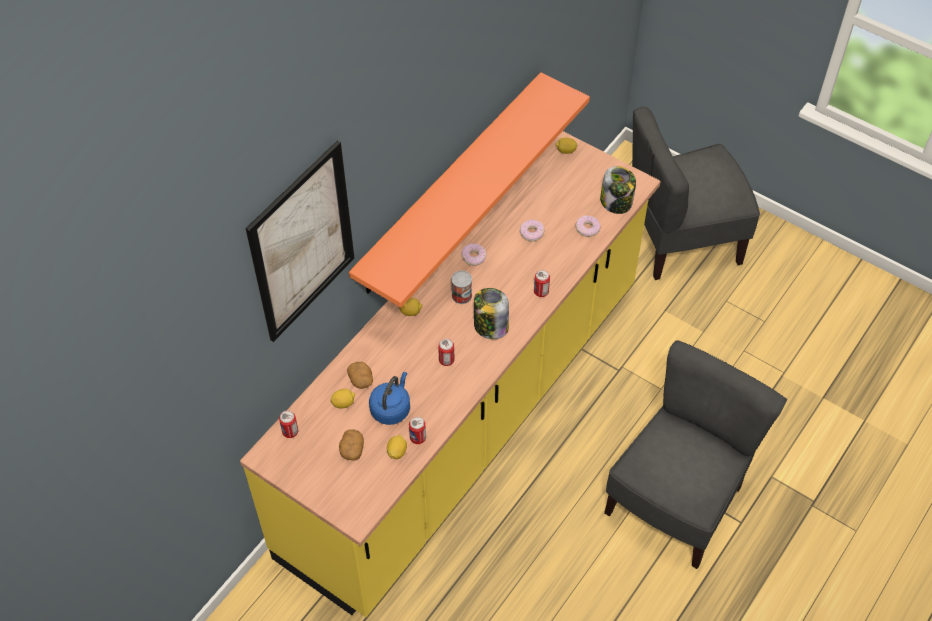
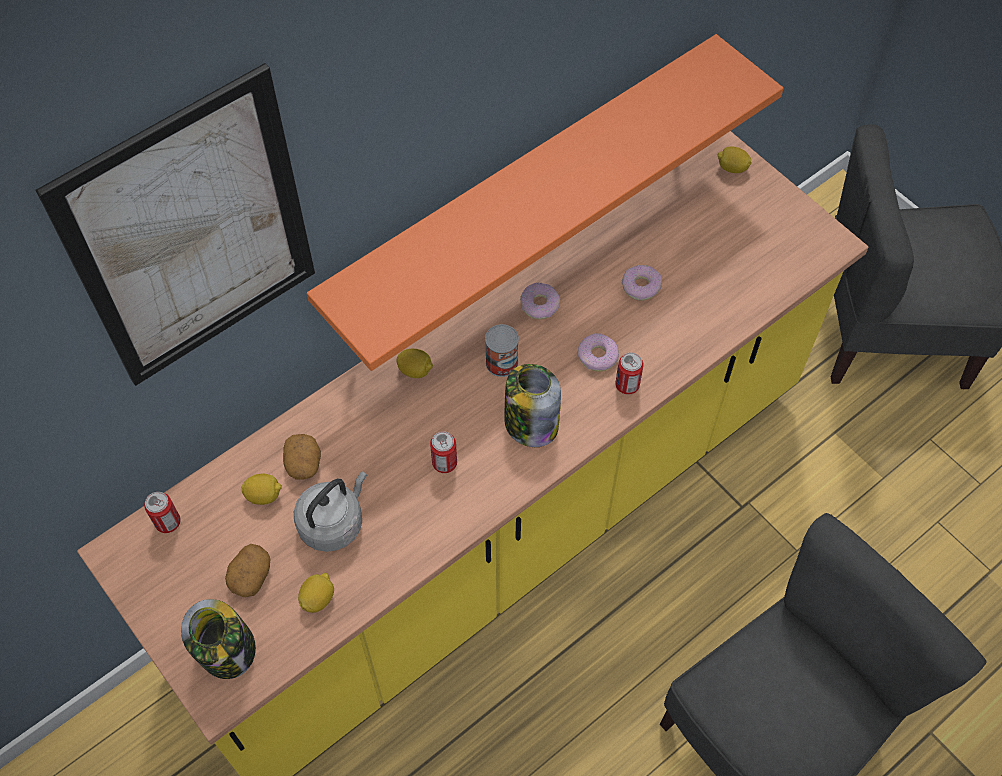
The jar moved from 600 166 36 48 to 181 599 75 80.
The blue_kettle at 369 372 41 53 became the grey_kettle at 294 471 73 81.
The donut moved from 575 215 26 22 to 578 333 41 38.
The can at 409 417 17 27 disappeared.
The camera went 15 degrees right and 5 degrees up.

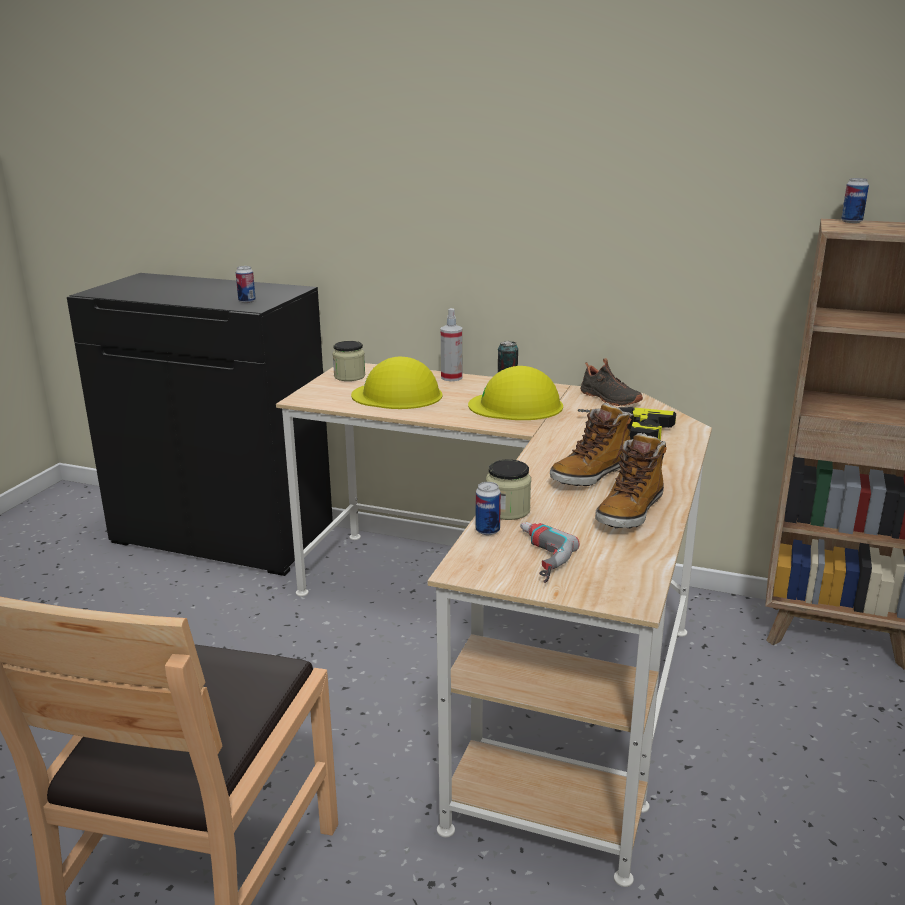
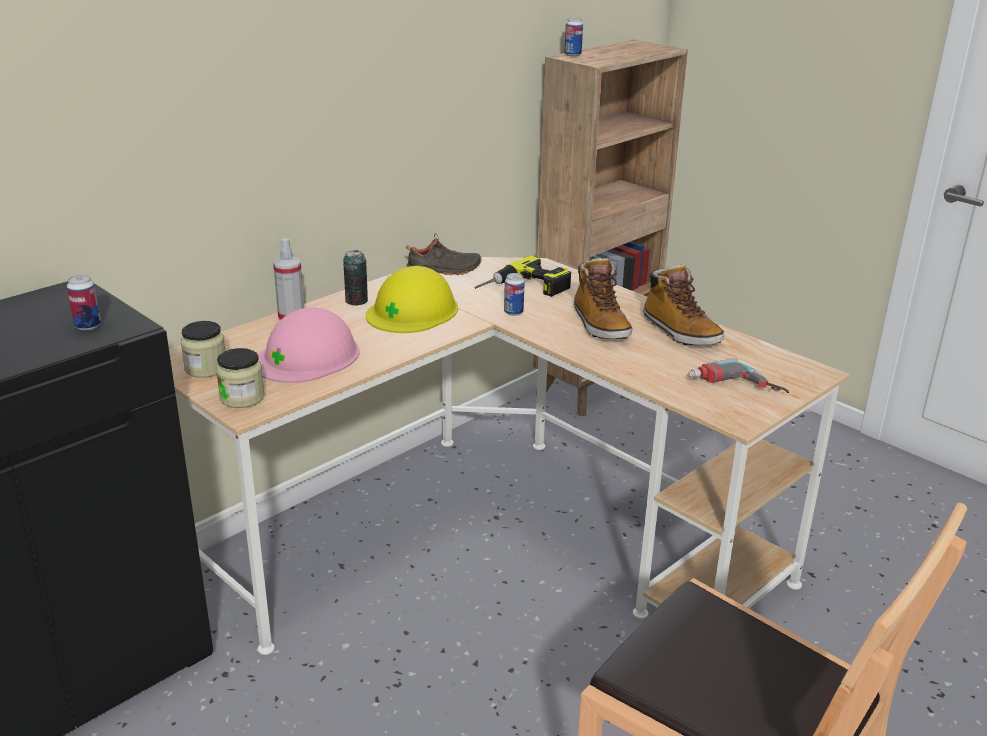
The jar moved from 486 459 45 61 to 216 348 49 60.
The yellow_hard_hat at 351 356 91 53 became the pink_hard_hat at 258 307 102 76.
The can moved from 476 482 25 53 to 504 273 21 43.
The camera went 65 degrees left and 5 degrees up.

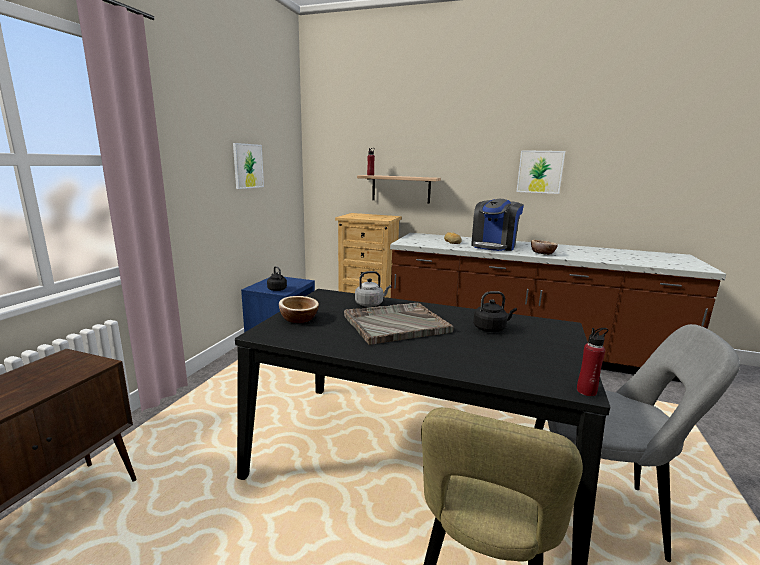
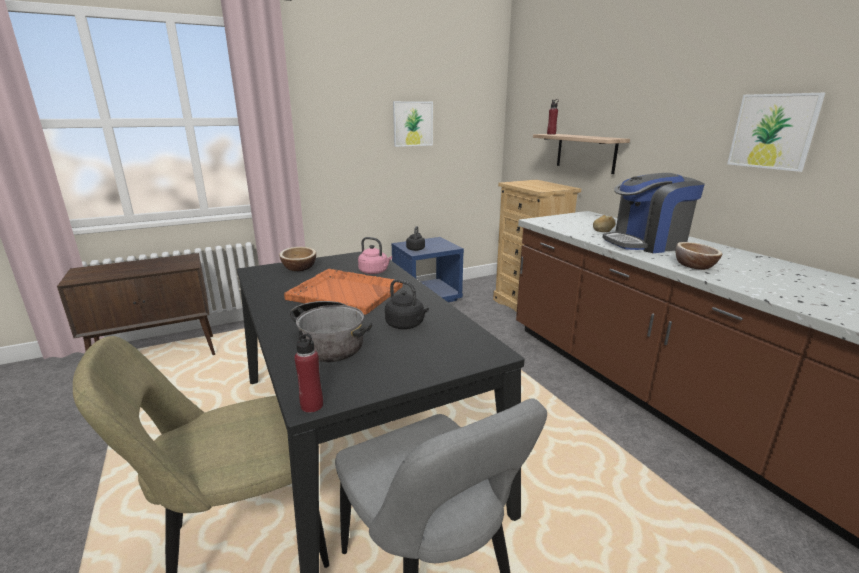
The grey_tray at 344 303 110 42 became the orange_tray at 284 269 119 46.
The cooking_pot at 290 301 82 61 appeared.
The grey_kettle at 355 271 36 36 became the pink_kettle at 358 237 34 37.
The camera went 45 degrees right and 5 degrees up.

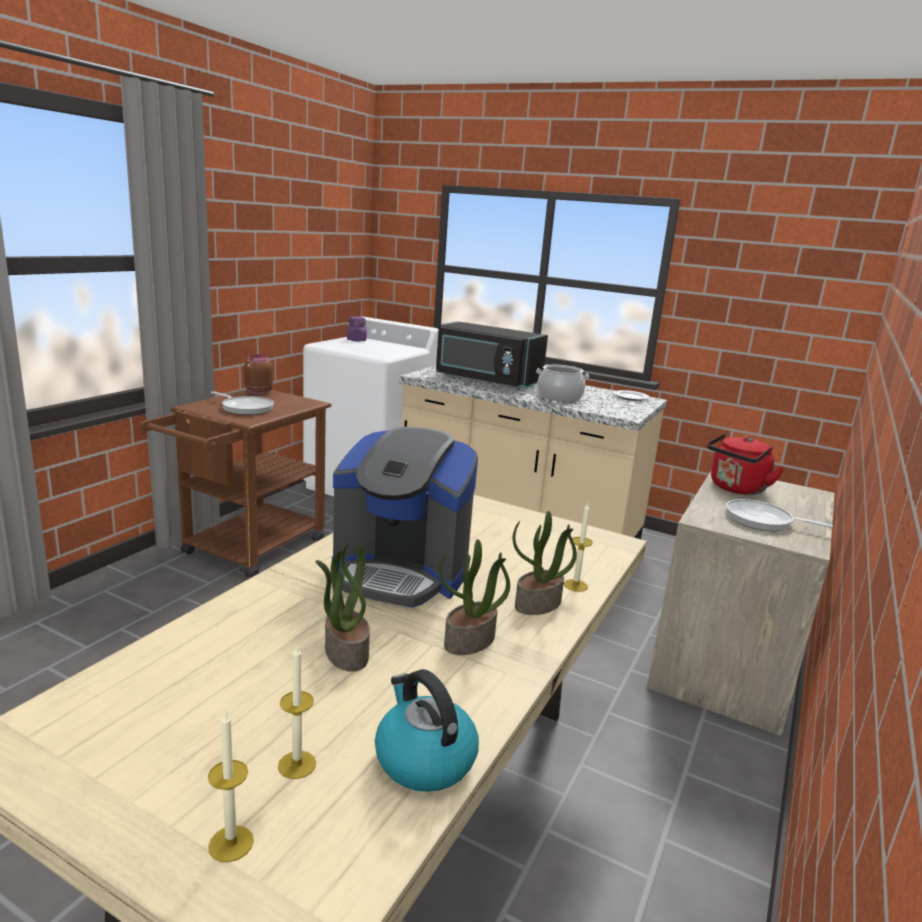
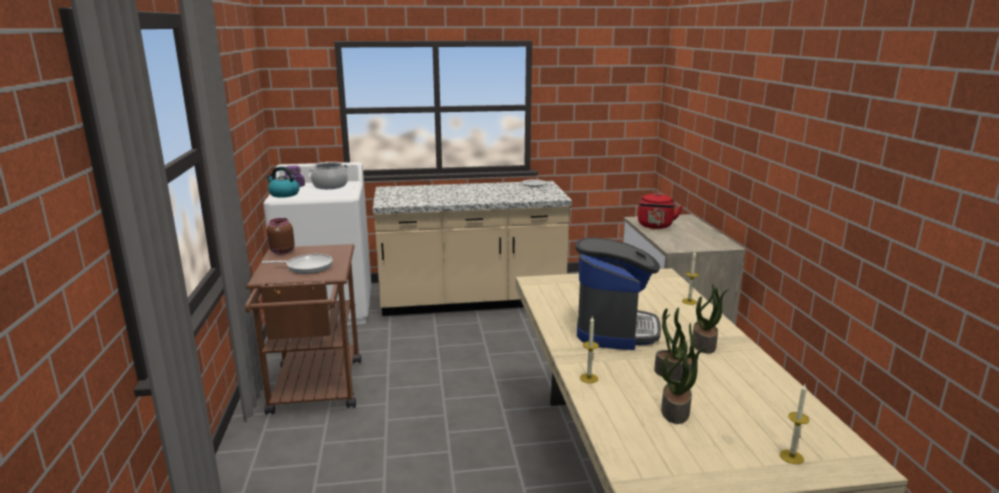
The kettle moved from 375 669 104 123 to 266 166 33 32.
The cooking_pot moved from 536 365 53 37 to 308 162 41 27.
The coffee_machine at 332 427 146 181 turned 60 degrees counterclockwise.
The candle moved from 278 644 38 135 to 580 316 19 67.
The potted_plant moved from 513 511 64 104 to 661 340 46 84.
The black_microwave at 436 321 112 68 disappeared.
The frying_pan at 726 499 107 32 disappeared.
The camera went 35 degrees left and 0 degrees up.

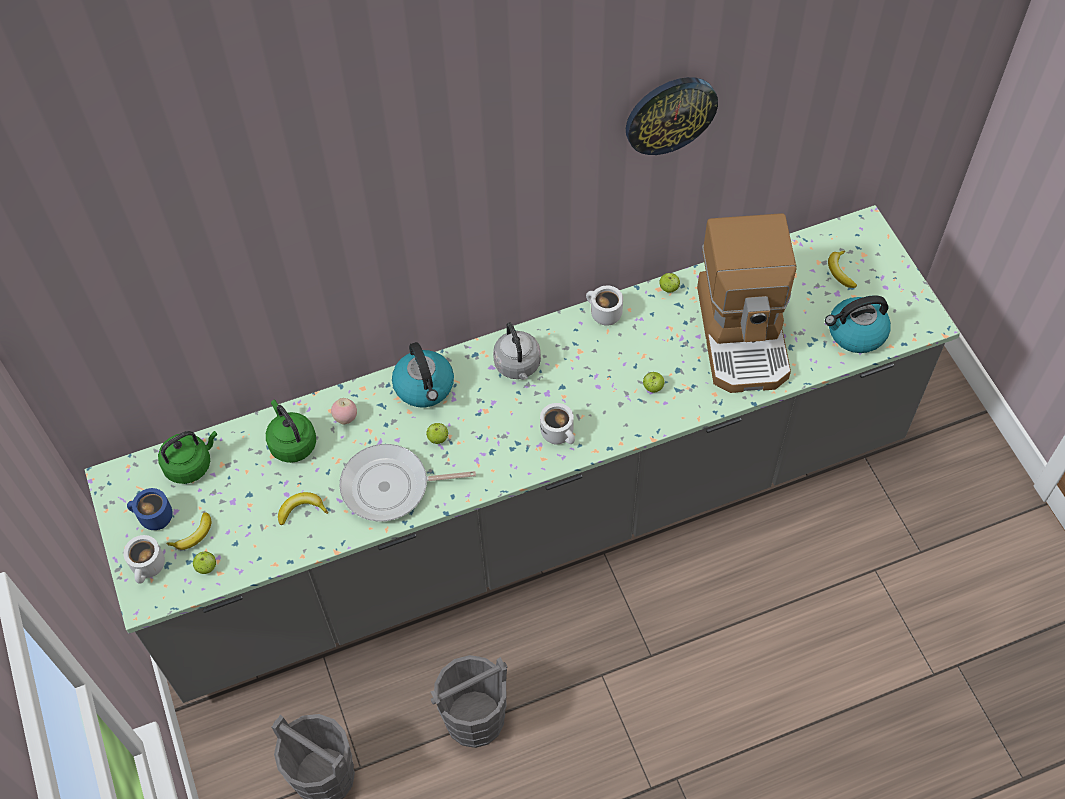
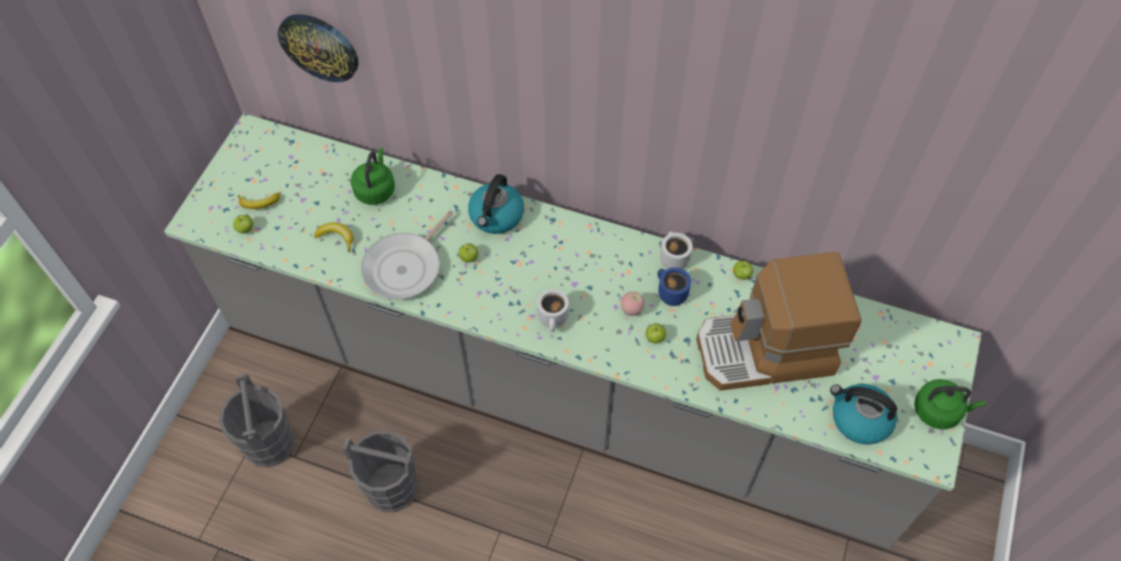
The wall_clock moved from 626 77 92 78 to 278 14 80 68.
The frying_pan at 339 444 137 78 turned 90 degrees counterclockwise.
The apple moved from 331 398 26 27 to 621 292 24 24.
The blue_mug moved from 127 488 46 42 to 657 267 34 39.
The coffee_machine at 697 213 99 180 turned 45 degrees clockwise.
The green_kettle moved from 158 431 60 53 to 915 379 71 51.
The white_mug at 123 535 42 49 disappeared.
The grey_kettle at 493 322 48 58 disappeared.
The banana at 828 251 29 37 disappeared.
The camera went 40 degrees right and 0 degrees up.

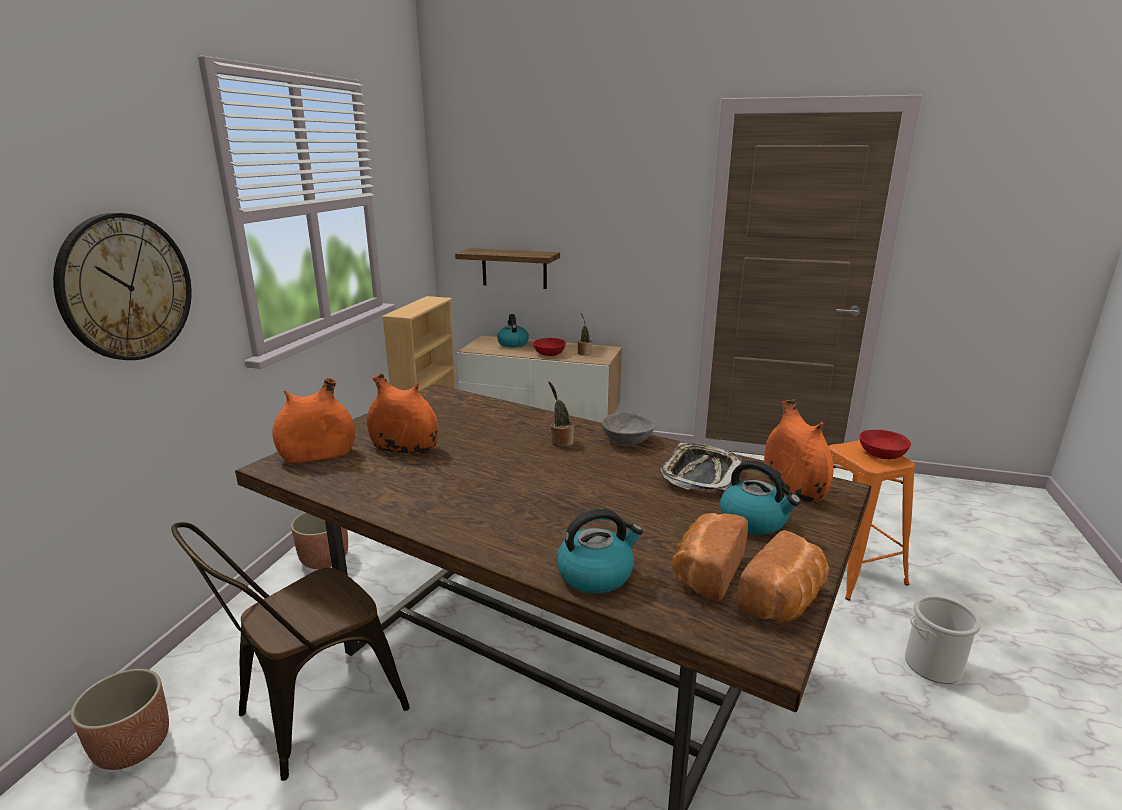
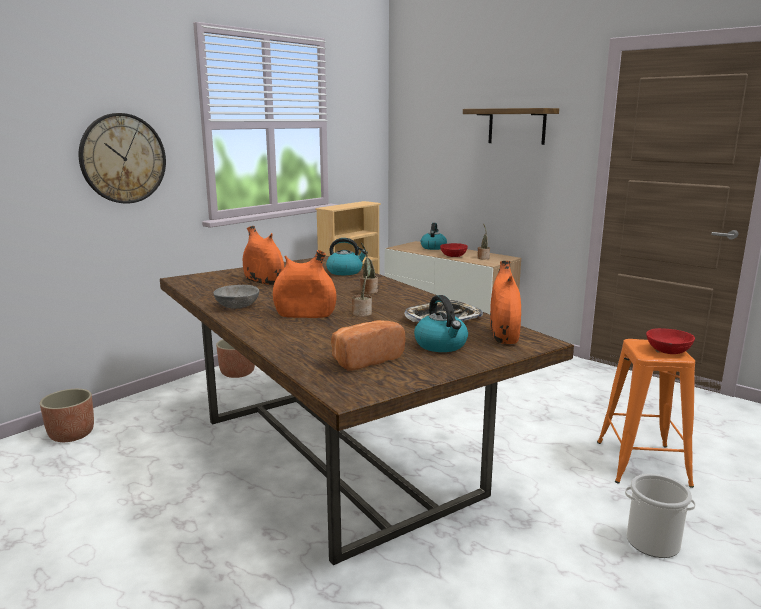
The grey_bowl moved from 602 412 53 33 to 213 285 46 23.
The orange_vase moved from 272 378 83 85 to 273 250 63 68.
The kettle moved from 557 509 86 85 to 326 238 42 37.
The potted_plant at 352 258 20 59 appeared.
The shelf moved from 455 248 105 41 to 463 108 96 37.
The brown_chair at 171 522 239 259 disappeared.
The bread at 737 530 92 92 disappeared.
The camera went 25 degrees right and 5 degrees down.

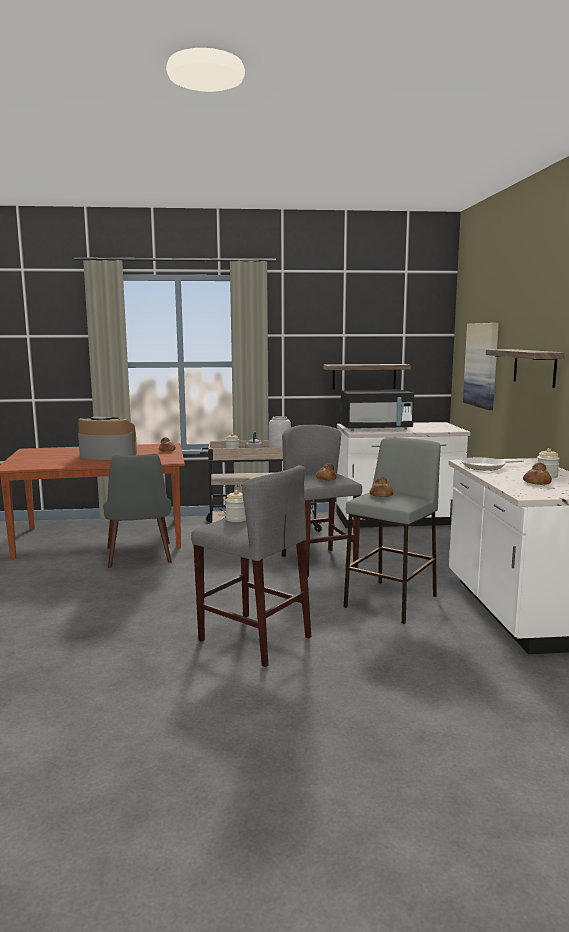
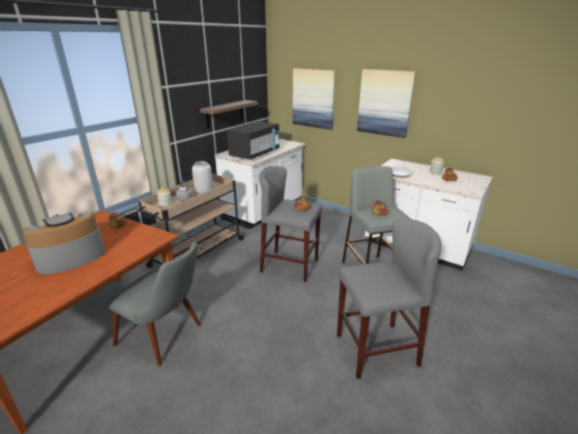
The shelf at 486 349 79 39 was replaced by the picture at 357 69 59 69.
The jar at 225 490 21 32 disappeared.
The camera went 50 degrees left and 15 degrees up.

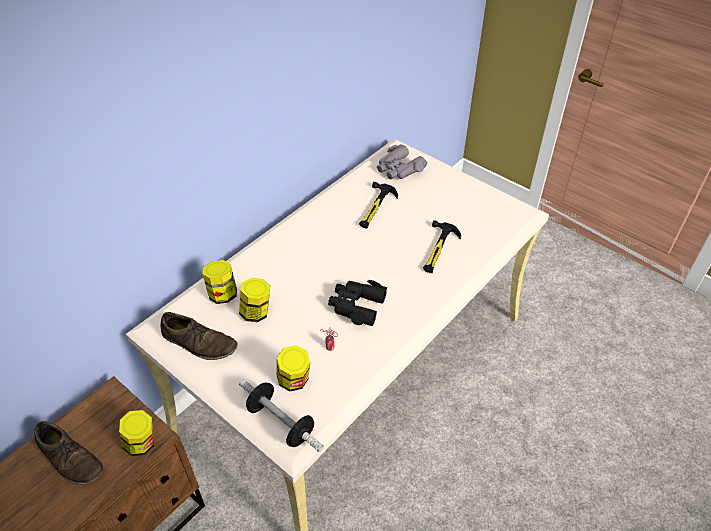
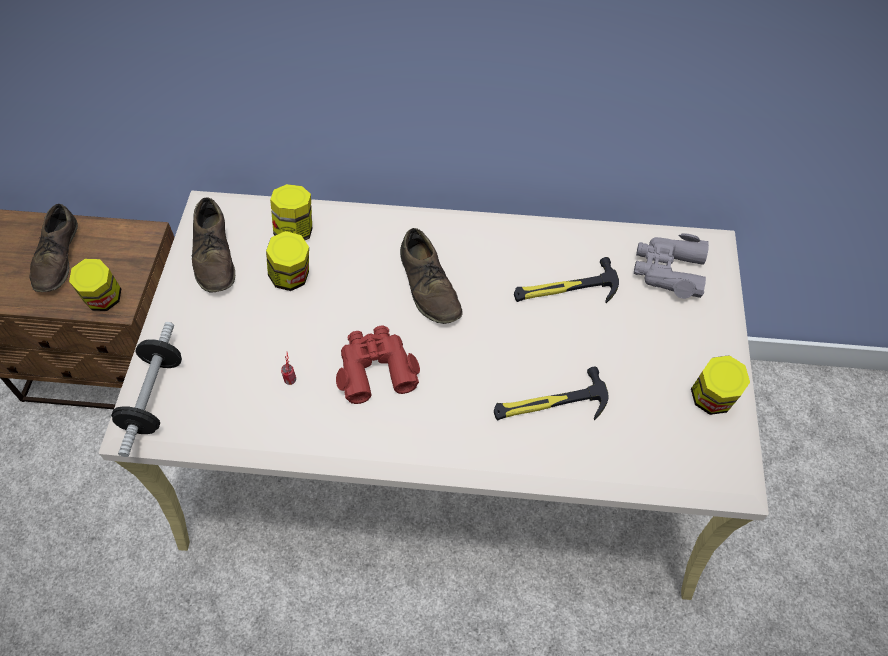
The black_binoculars at 328 280 59 46 became the red_binoculars at 336 326 84 78.
The brown_shoe at 400 228 63 96 appeared.
The jar moved from 276 345 34 46 to 691 355 59 60.
The camera went 55 degrees right and 10 degrees up.

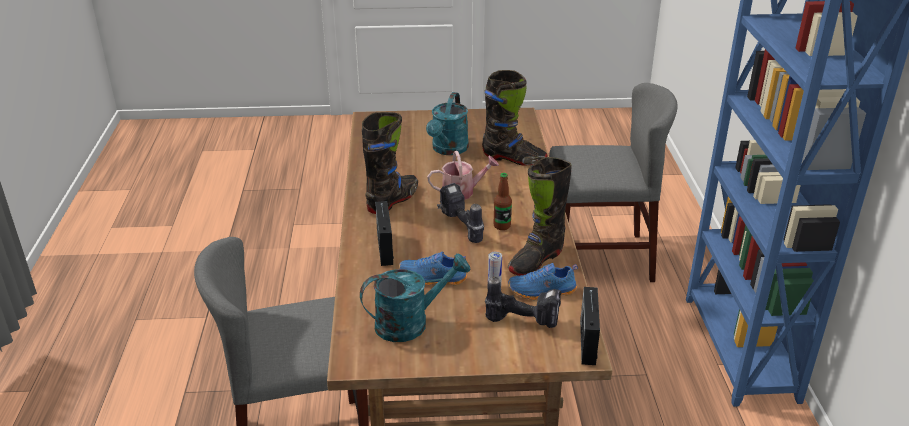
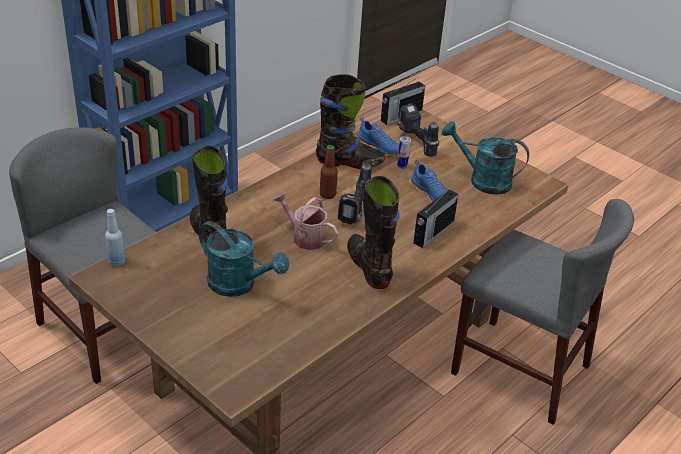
The blue_bottle at 105 209 20 57 appeared.
The turquoise_watering_can at 426 92 43 63 turned 60 degrees clockwise.
The black_boot at 362 112 56 102 turned 75 degrees clockwise.
The camera went 135 degrees left and 5 degrees up.

